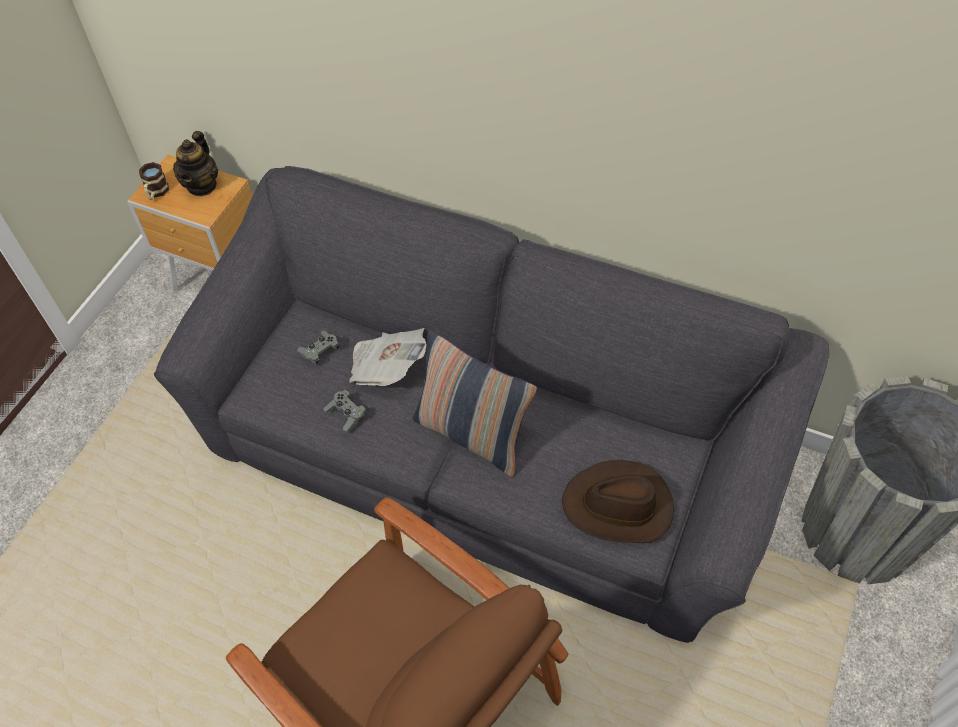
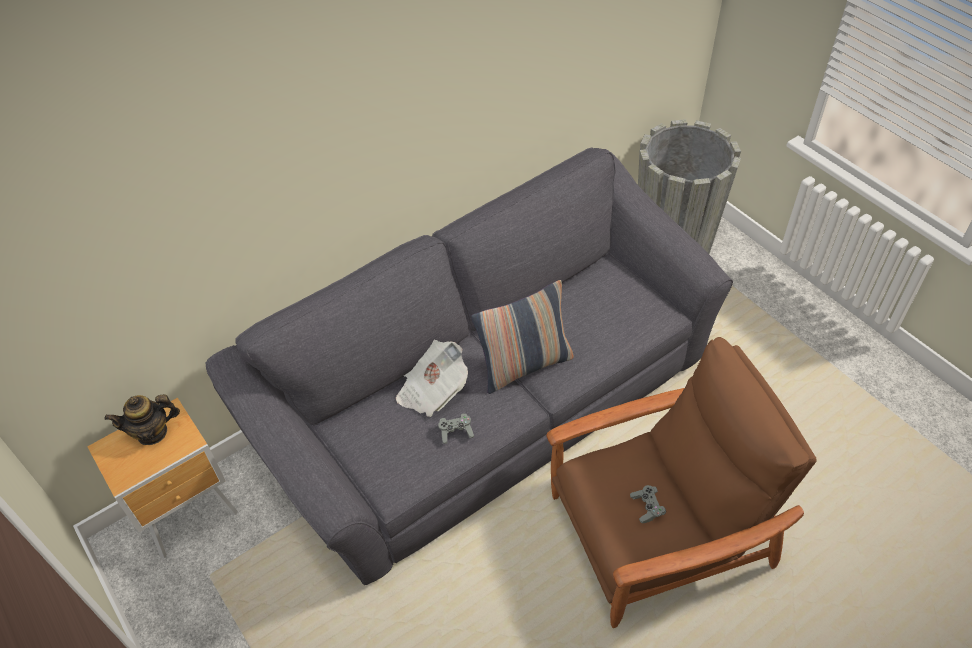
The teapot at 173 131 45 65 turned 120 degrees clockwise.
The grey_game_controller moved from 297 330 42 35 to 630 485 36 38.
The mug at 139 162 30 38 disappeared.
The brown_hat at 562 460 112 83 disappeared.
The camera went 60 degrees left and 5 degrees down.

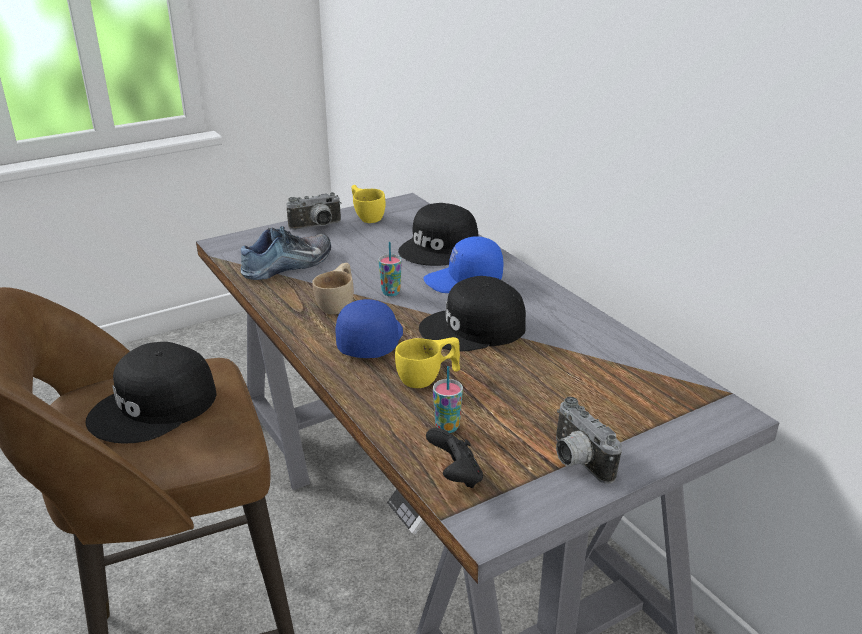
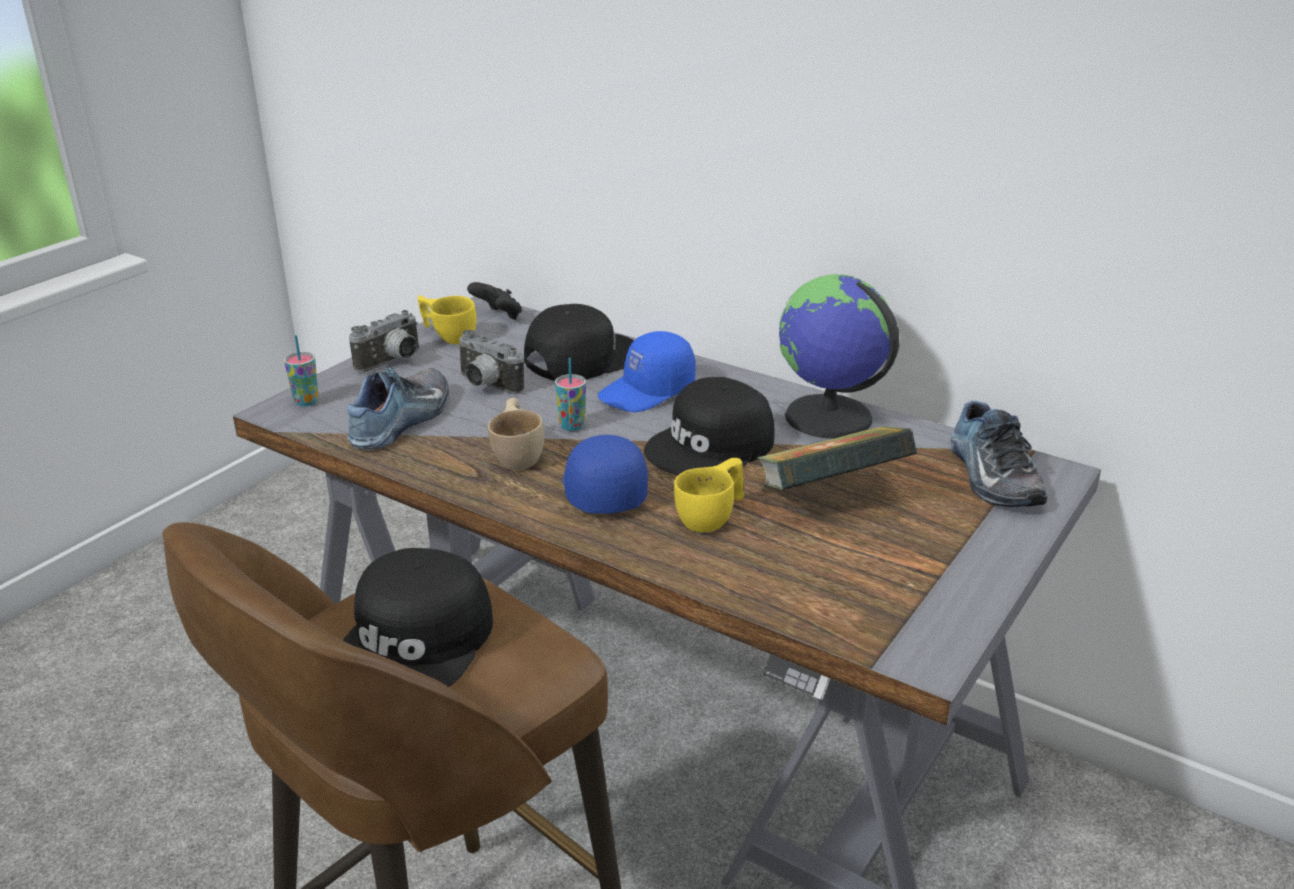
The cup moved from 433 366 30 67 to 284 335 35 71.
The photo_camera moved from 556 397 66 87 to 457 330 67 64.
The black_game_controller moved from 426 428 57 60 to 467 282 55 38.
The black_cap at 398 203 81 63 turned 135 degrees counterclockwise.
The book at 757 426 160 64 appeared.
The globe at 779 274 120 165 appeared.
The shoe at 951 401 97 106 appeared.
The camera went 25 degrees left and 0 degrees up.

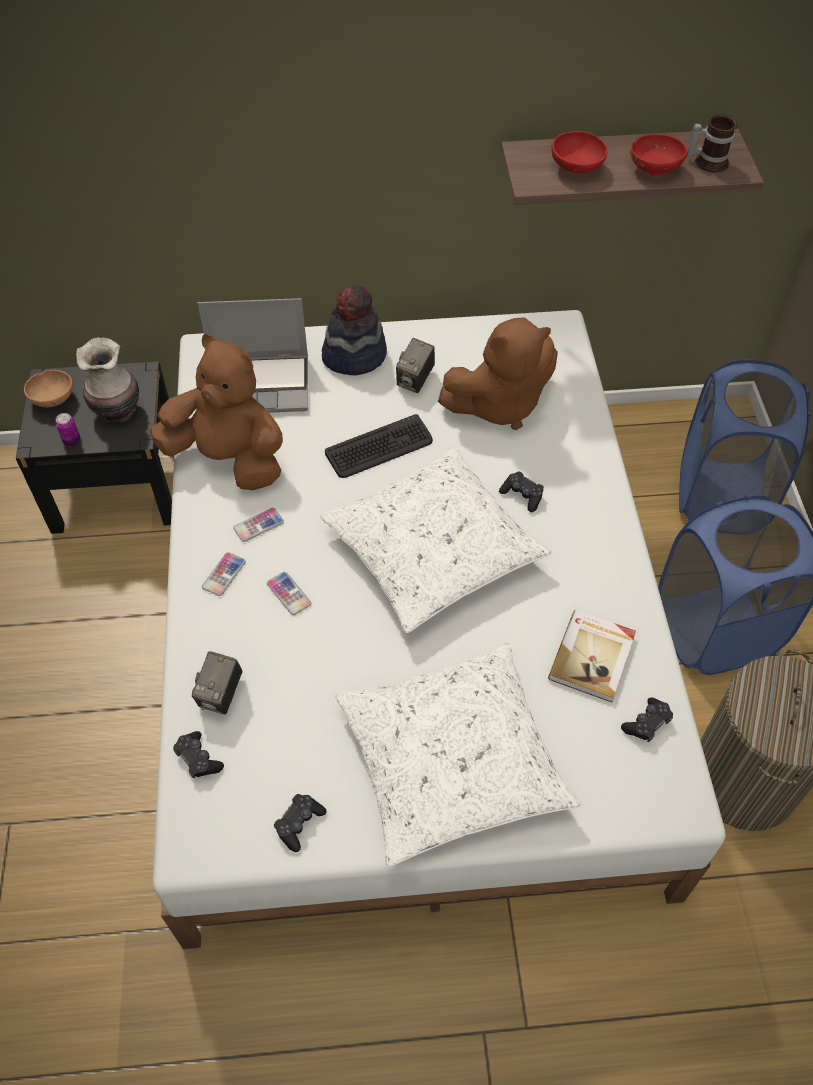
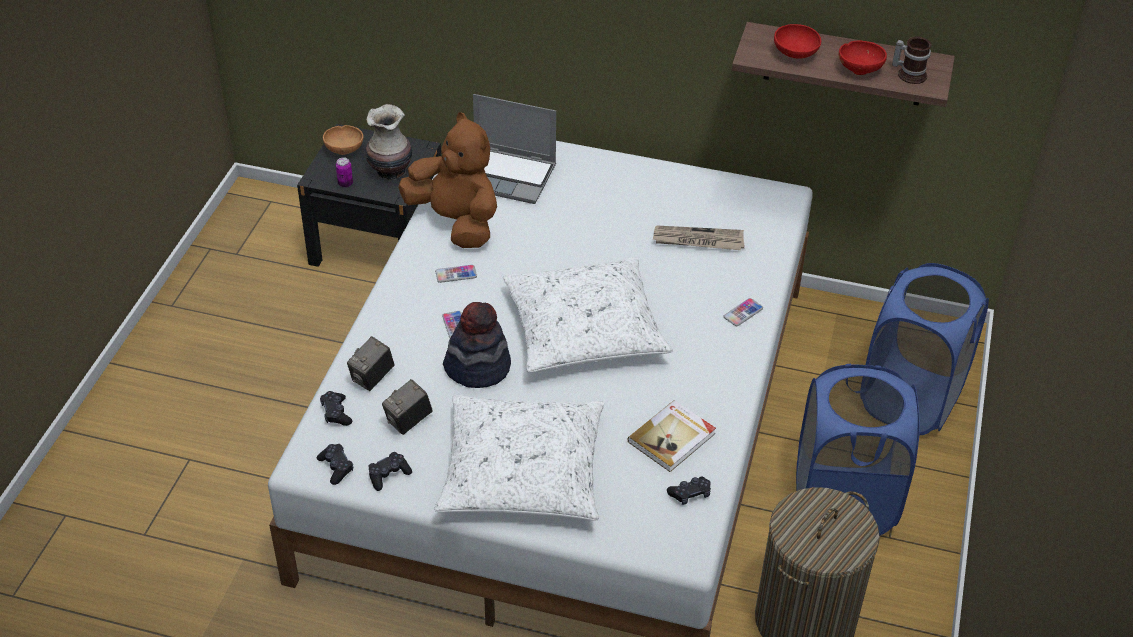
The black_game_controller moved from 499 471 45 41 to 317 444 36 41.
The photo_camera moved from 396 338 39 55 to 382 379 51 56.
The hat moved from 322 285 65 91 to 443 302 68 86.
The brown_plush_toy at 438 317 120 113 was replaced by the newspaper at 653 226 91 24.
The phone moved from 202 552 44 44 to 723 298 40 28.
The keyboard at 325 414 108 64 disappeared.
The camera went 20 degrees right and 10 degrees down.

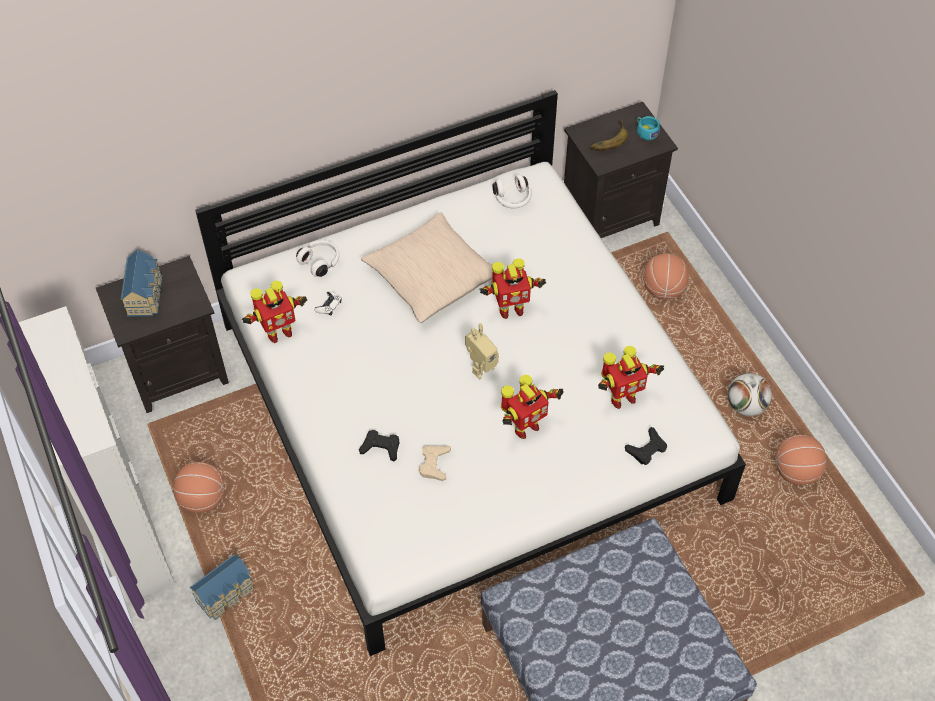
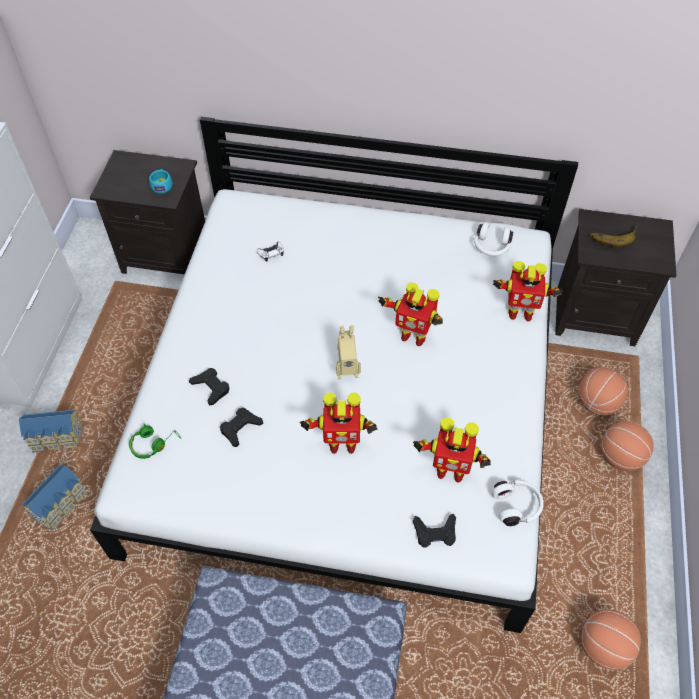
The toy_house moved from 121 249 41 68 to 22 465 65 64.
The green_headphones at 129 424 52 35 appeared.
The turquoise_cup moved from 637 116 23 24 to 149 169 24 25.
The beige_game_controller at 419 445 32 36 became the black_game_controller at 220 408 43 39.
The white_headphones moved from 296 240 44 37 to 492 480 52 46.
The toy_robot moved from 242 281 65 62 to 493 261 70 60.
The basketball moved from 173 462 51 51 to 601 421 52 50.
The beige_pillow at 361 212 132 111 disappeared.
The football at 728 373 44 43 disappeared.
The camera went 35 degrees right and 0 degrees up.

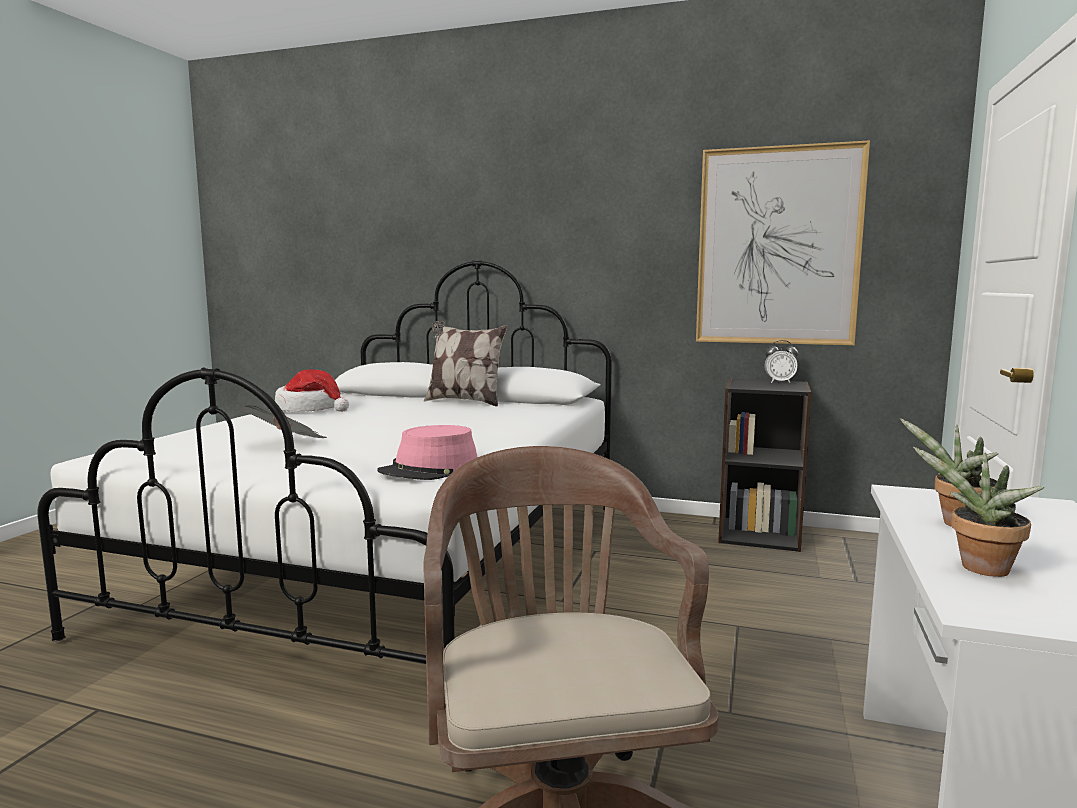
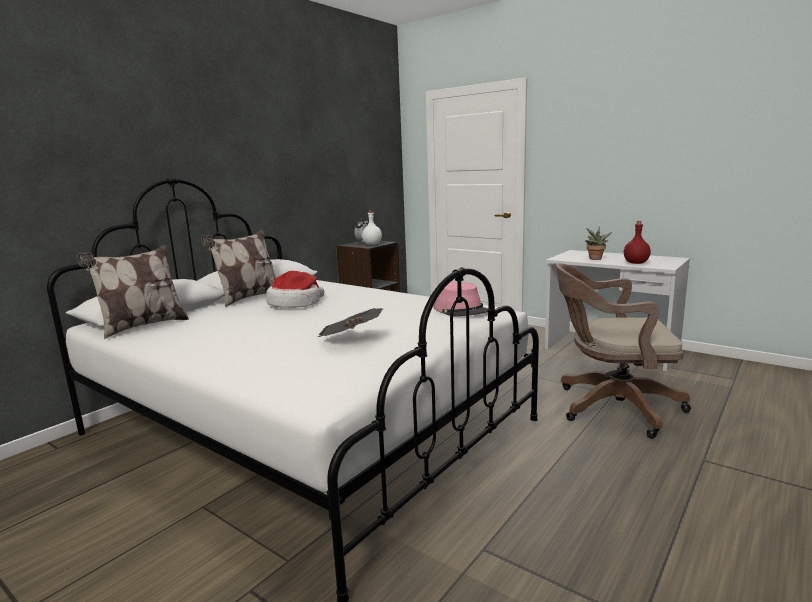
The pillow at 77 245 112 94 appeared.
The hat moved from 275 370 74 42 to 266 271 58 37.
The white_bottle at 362 210 20 35 appeared.
The potted_plant at 913 447 131 130 was replaced by the red_bottle at 624 221 27 43.
The picture at 696 140 174 205 disappeared.
The camera went 70 degrees left and 5 degrees up.

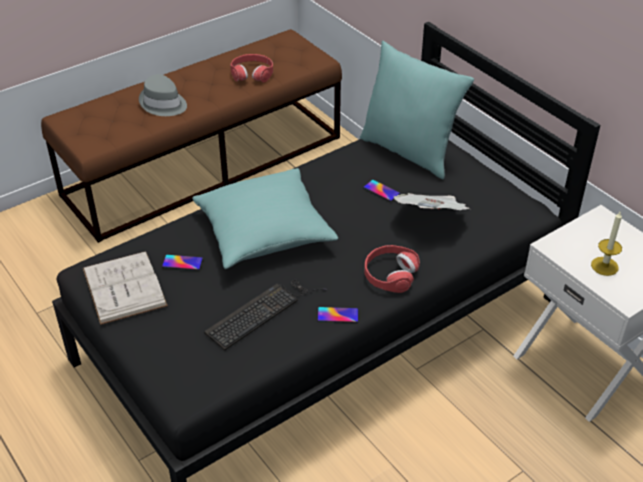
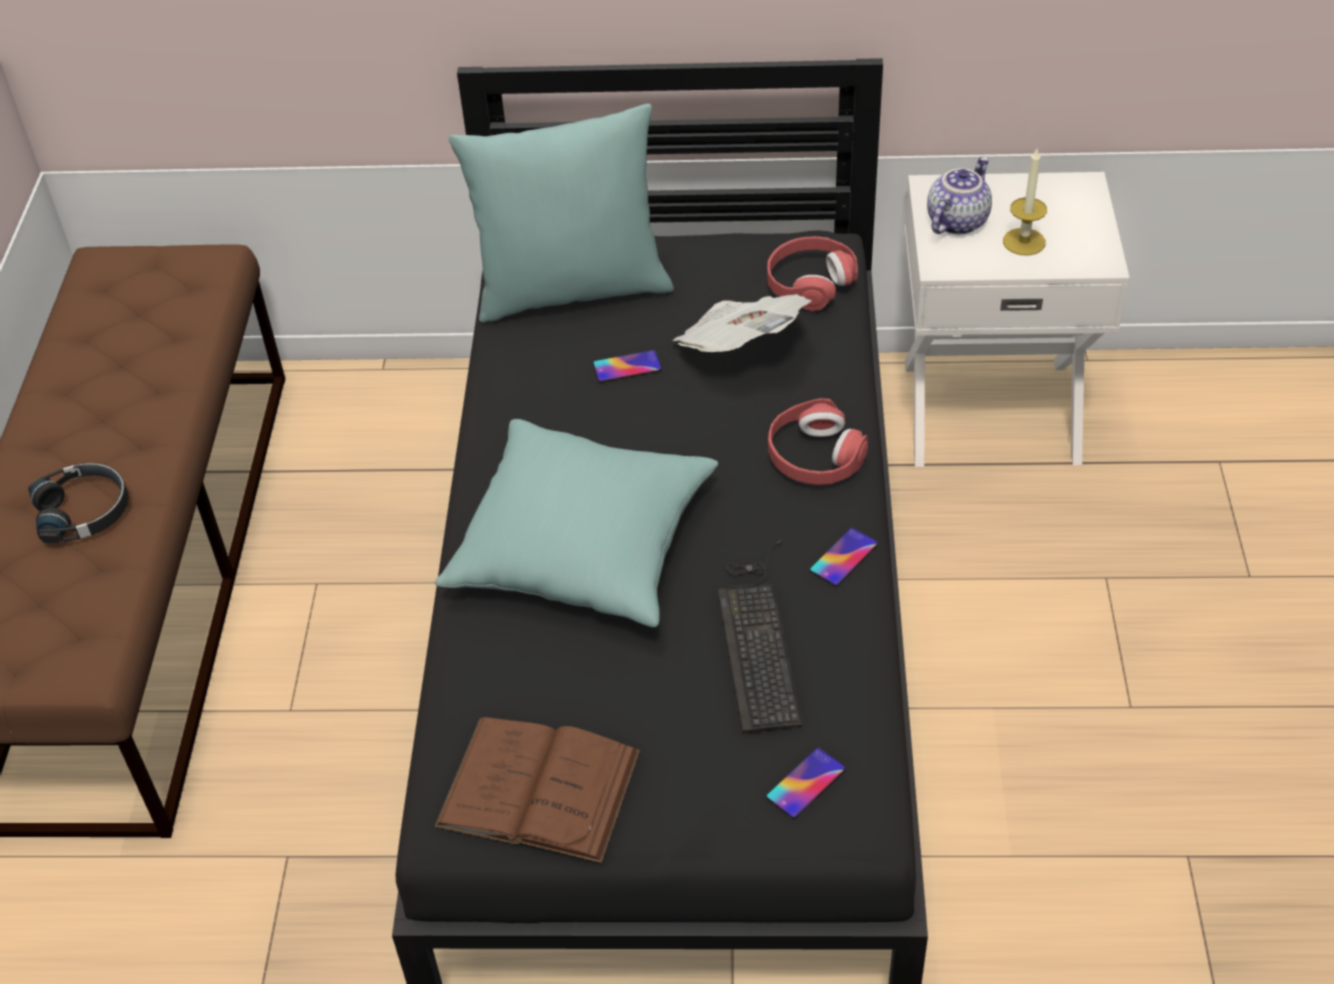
The grey_hat at 139 74 48 42 was replaced by the black_headphones at 28 463 100 80.
The white_book at 83 251 85 74 became the brown_book at 435 717 205 146.
The phone moved from 162 255 41 15 to 766 748 80 70.
The red_headphones moved from 230 54 43 29 to 767 236 91 75.
The teapot at 927 157 65 78 appeared.
The camera went 50 degrees left and 5 degrees up.

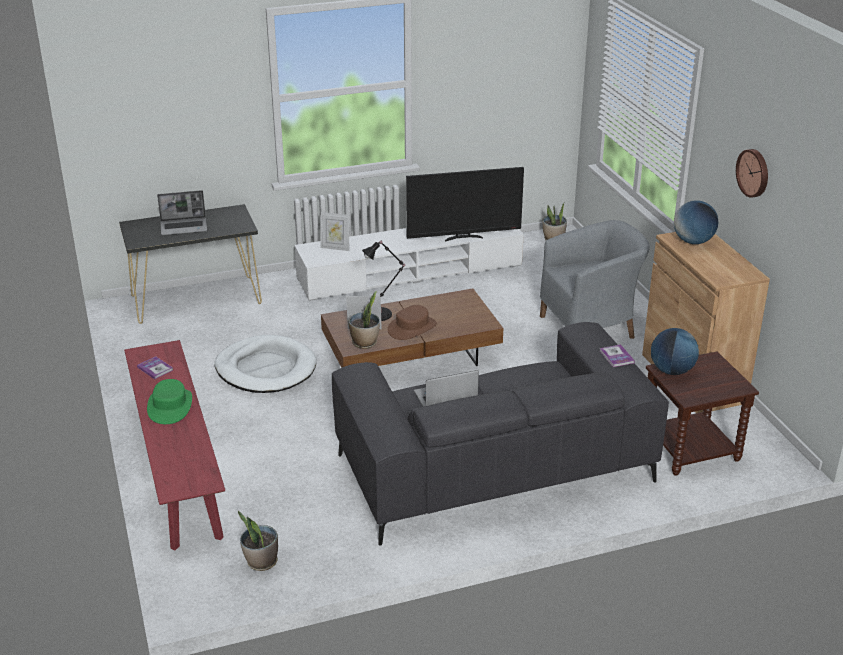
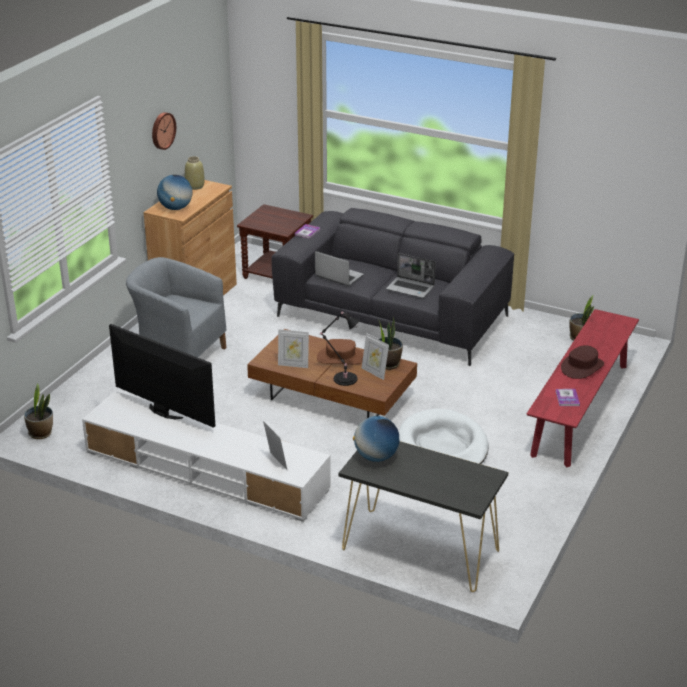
The beige_vase at 185 156 20 34 appeared.
The picture_frame at 278 329 31 39 appeared.
The laptop moved from 157 190 50 45 to 315 251 49 35.
The globe moved from 651 328 48 47 to 353 416 47 46.
The green_hat at 147 379 45 45 became the brown_hat at 561 345 43 34.
The camera went 135 degrees left and 0 degrees up.

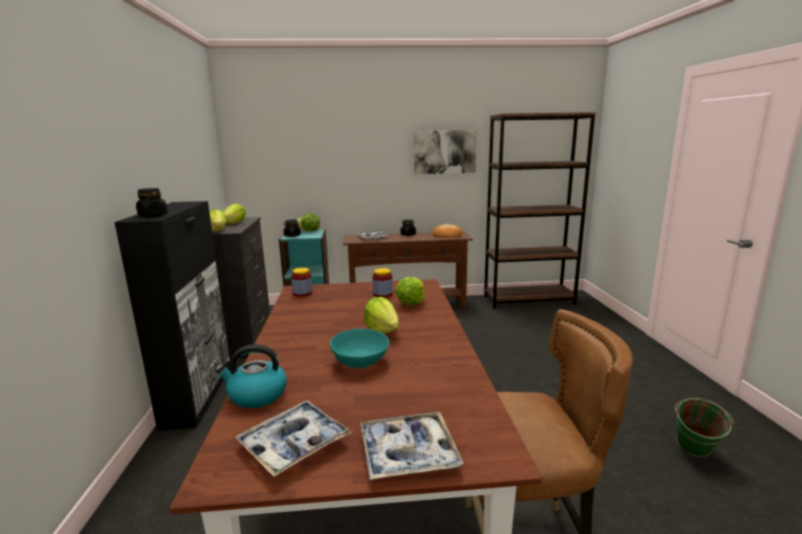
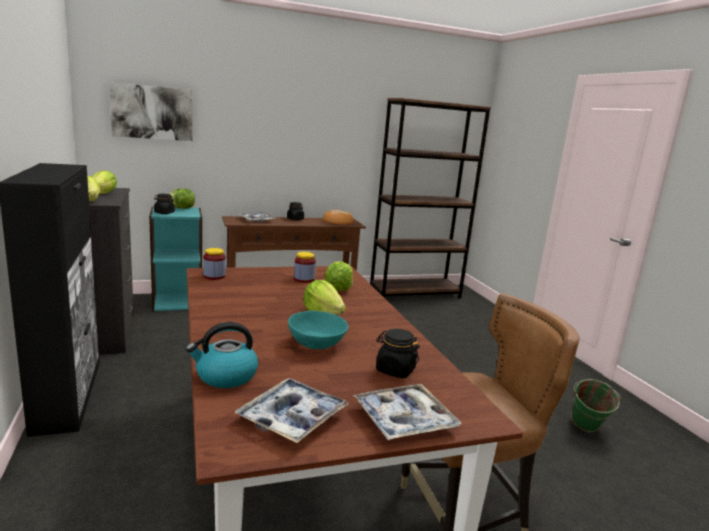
The picture moved from 414 130 63 44 to 109 82 83 59.
The black_jar moved from 136 188 32 29 to 376 329 44 49.
The camera went 15 degrees left and 0 degrees up.

